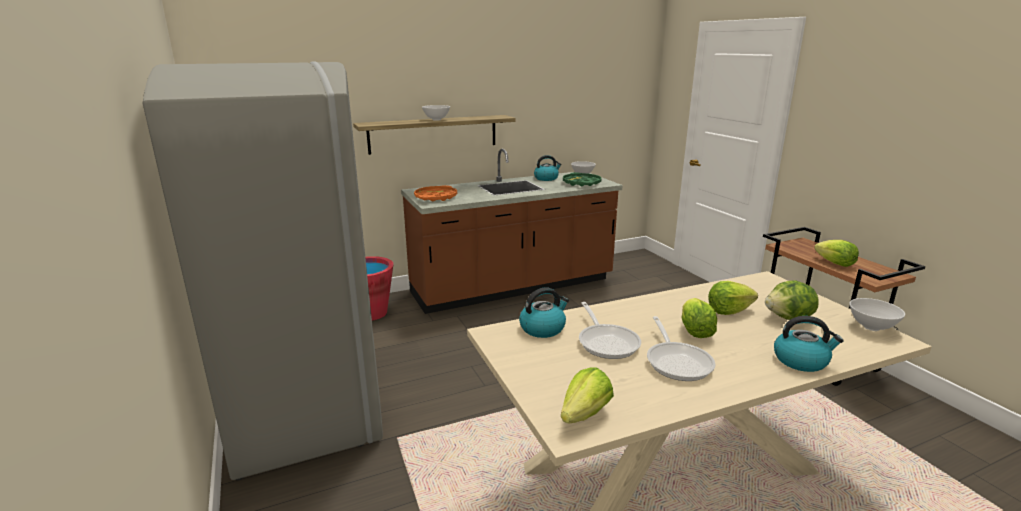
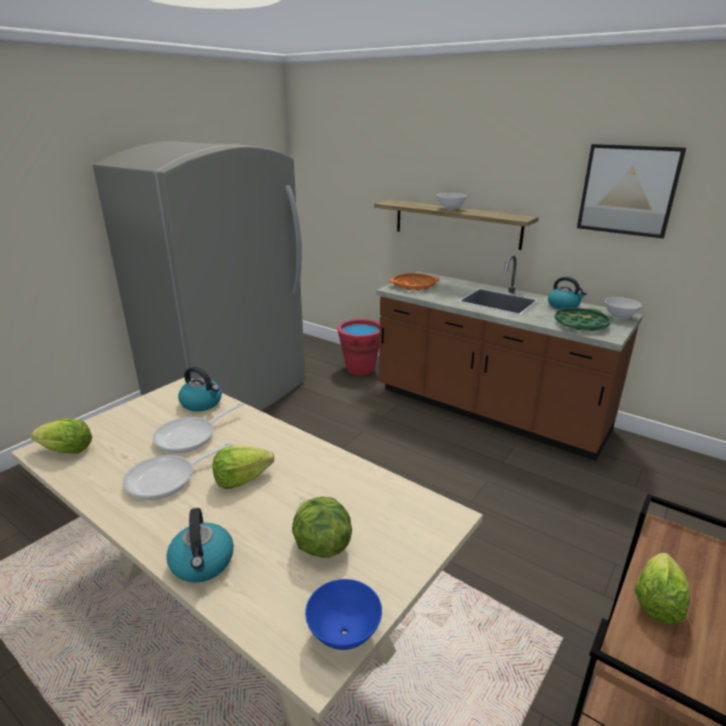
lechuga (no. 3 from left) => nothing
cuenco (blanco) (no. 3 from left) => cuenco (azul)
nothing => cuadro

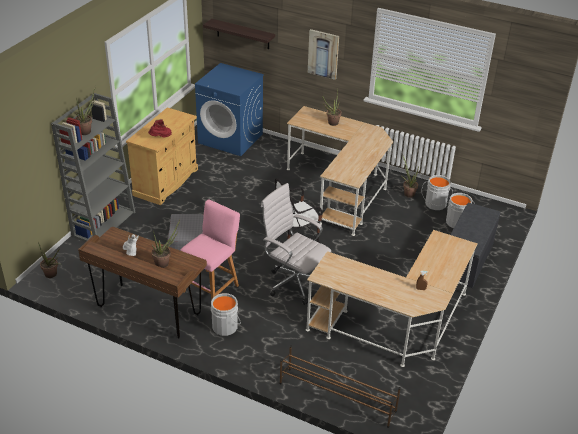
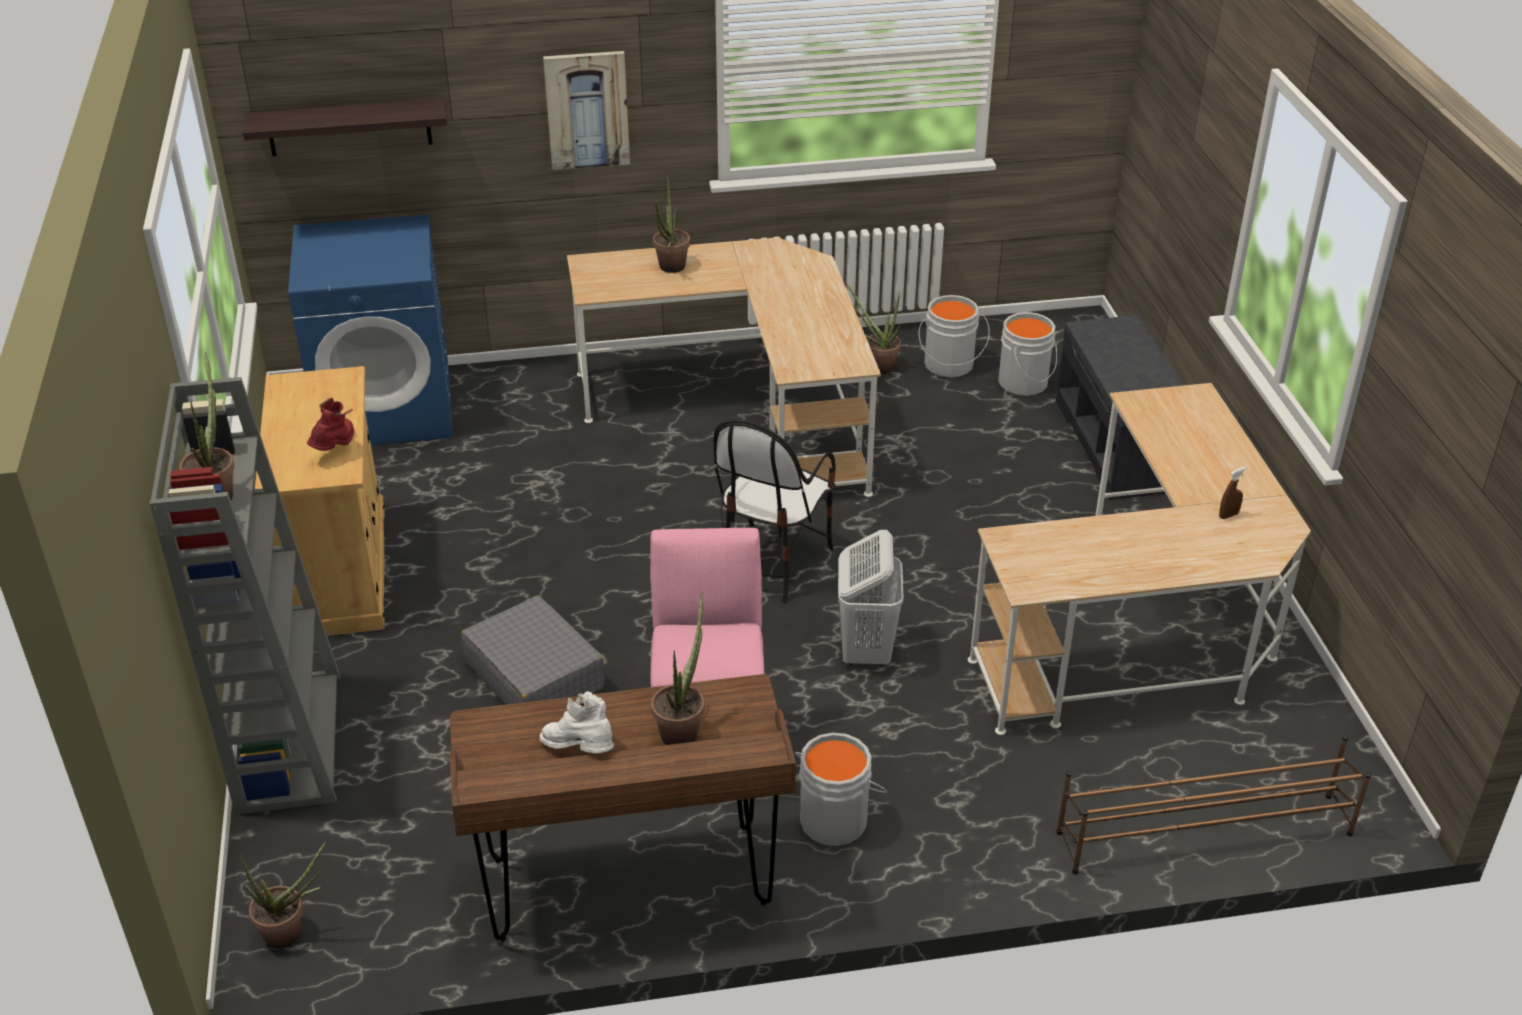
silla de oficina (blanco) => cesto de la ropa (blanco)

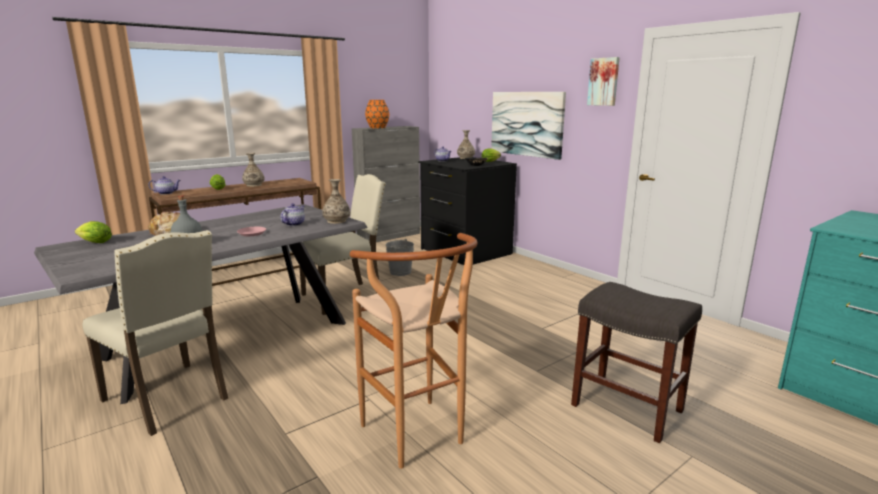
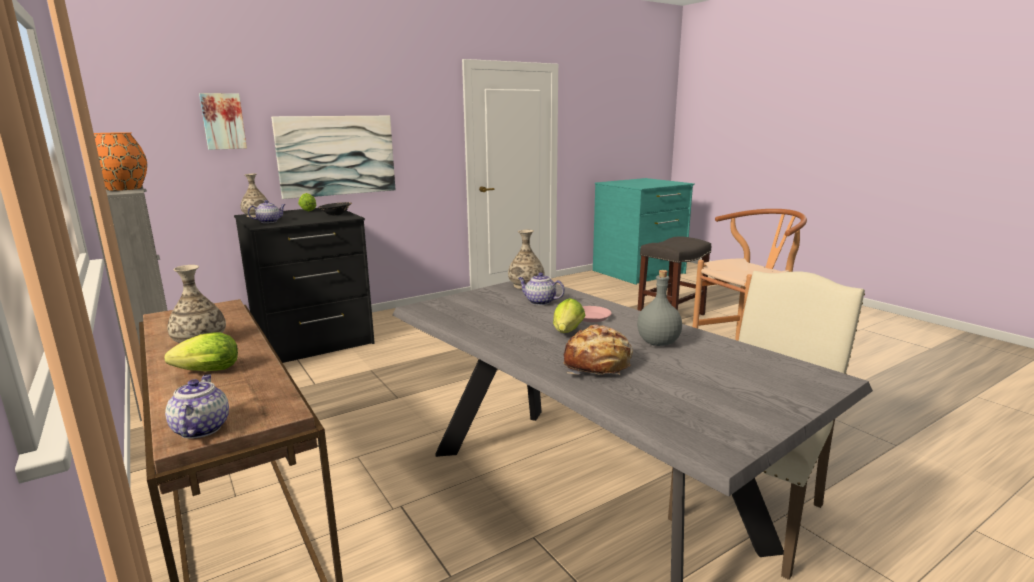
cuadro (no. 2 from left in the first image) => cuadro (no. 1 from left), relocated
silla (beis) (no. 2 from left) => nothing
lechuga (no. 1 from left in the first image) => lechuga (no. 3 from left), relocated
cubo (gris) => nothing

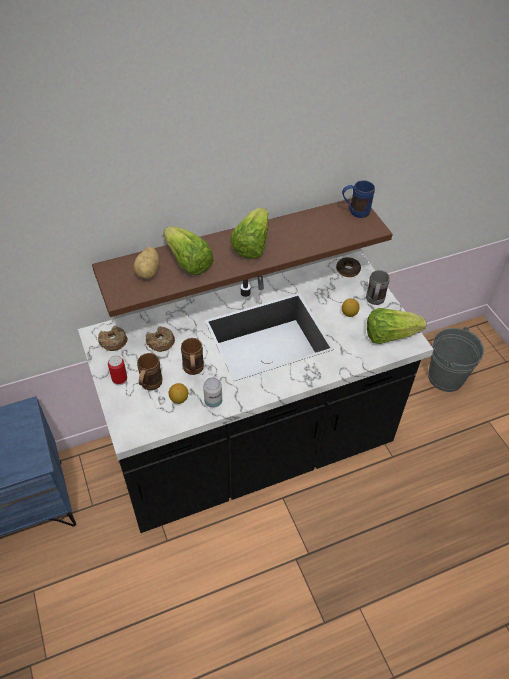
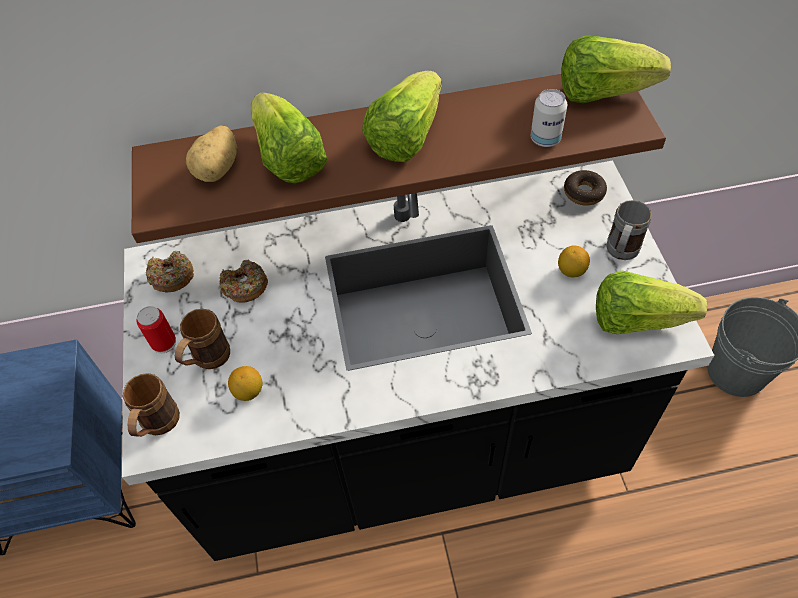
taza grande (azul) => lechuga (no. 3 from left)
taza grande (marrón) (no. 2 from left in the first image) => taza grande (marrón) (no. 1 from left), relocated
lata (no. 2 from left), relocated

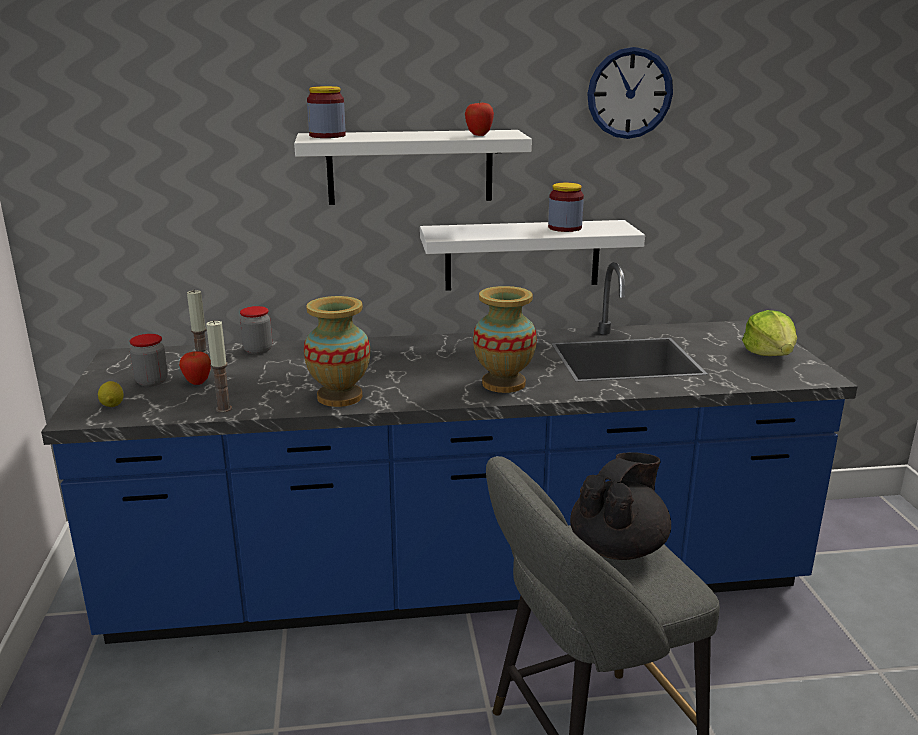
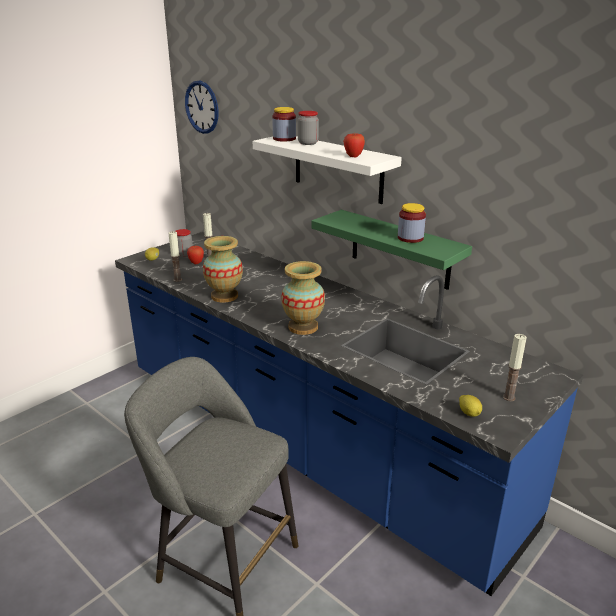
reloj de pared, relocated
estante (blanco) (no. 2 from left) => estante (verde)
tarro (no. 2 from left in the first image) => tarro (no. 3 from left), relocated
lechuga => vela (no. 3 from left)
tetera (negro) => nothing
nothing => limón (no. 2 from left)

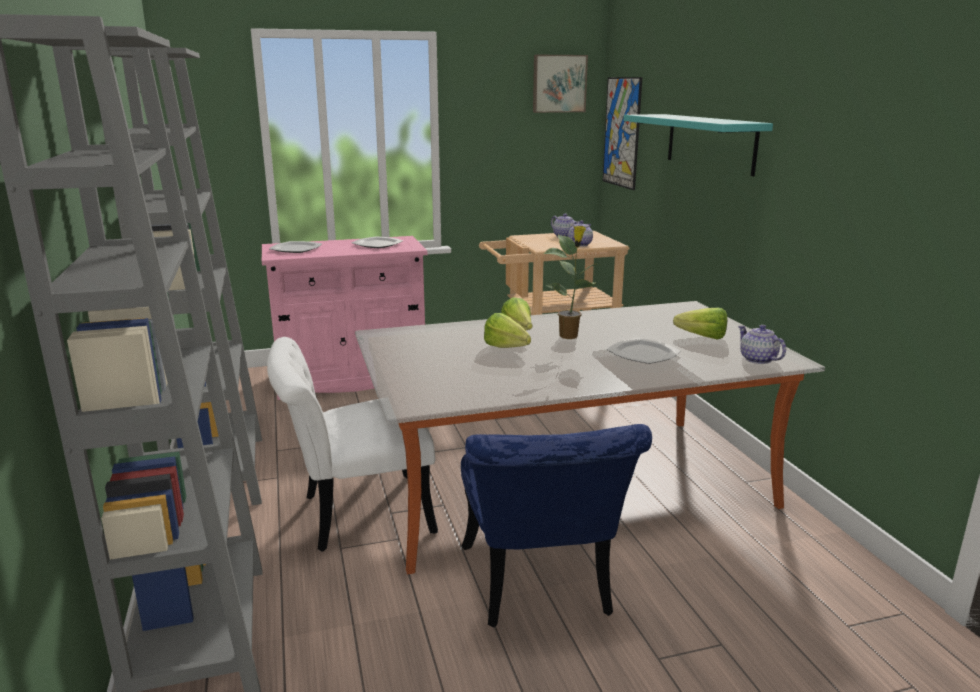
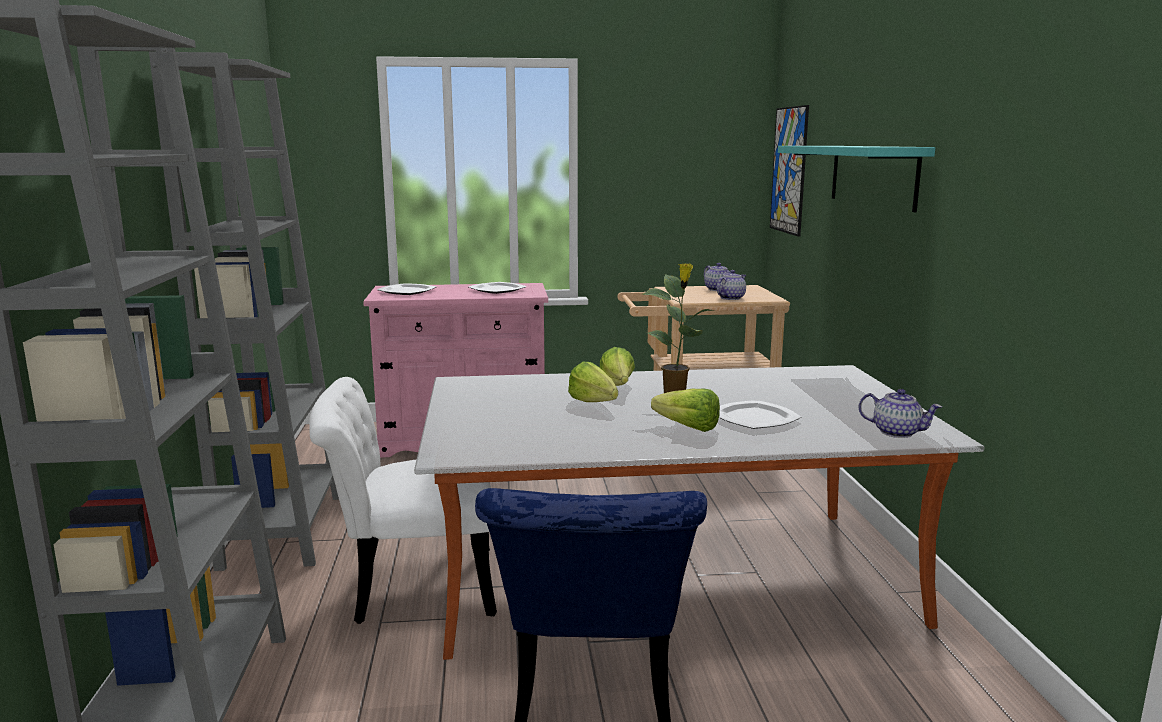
cuadro (no. 1 from left) => nothing
lechuga (no. 3 from left), relocated
tetera (no. 3 from left), 135 degrees clockwise

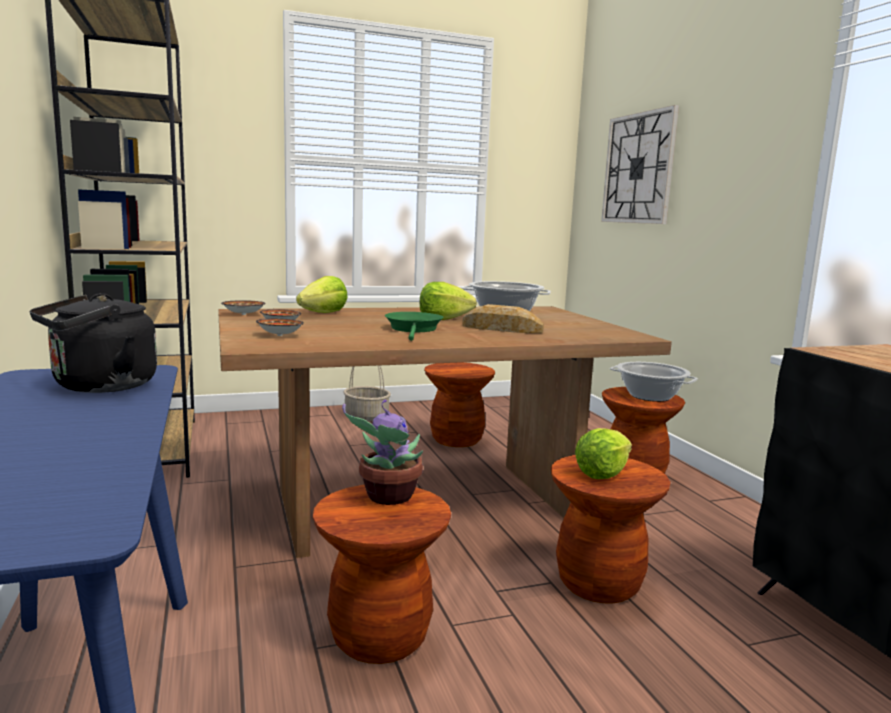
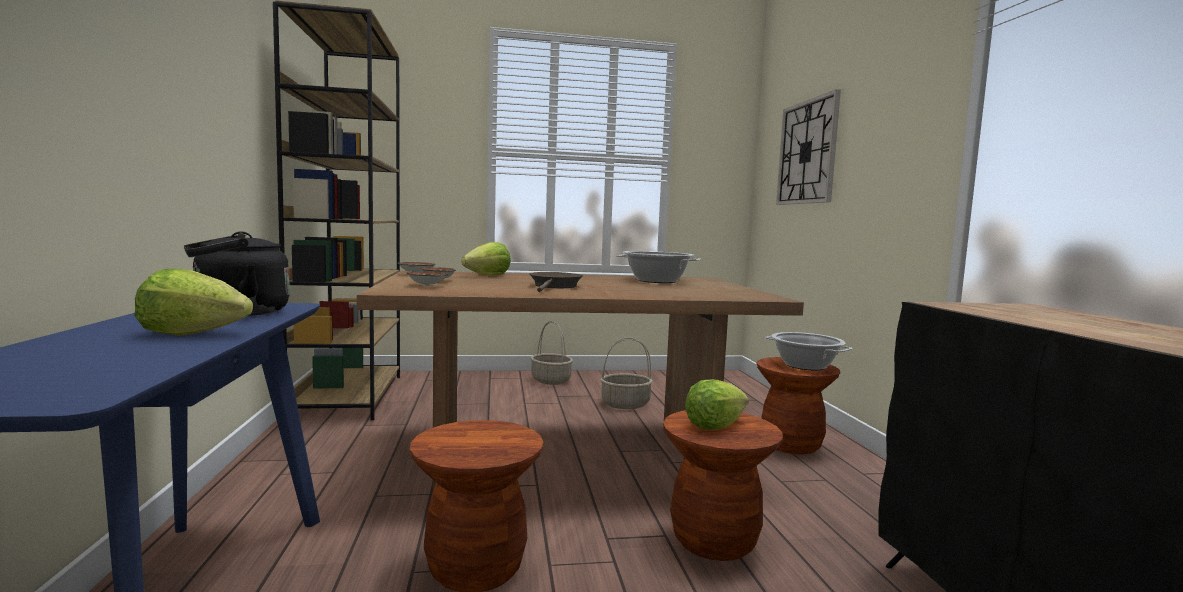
lechuga (no. 2 from left in the first image) => lechuga (no. 1 from left), relocated
pan => nothing
sartén (verde) => sartén (marrón)
taburete (marrón) (no. 2 from left) => cesta (no. 2 from left)
planta en maceta => nothing

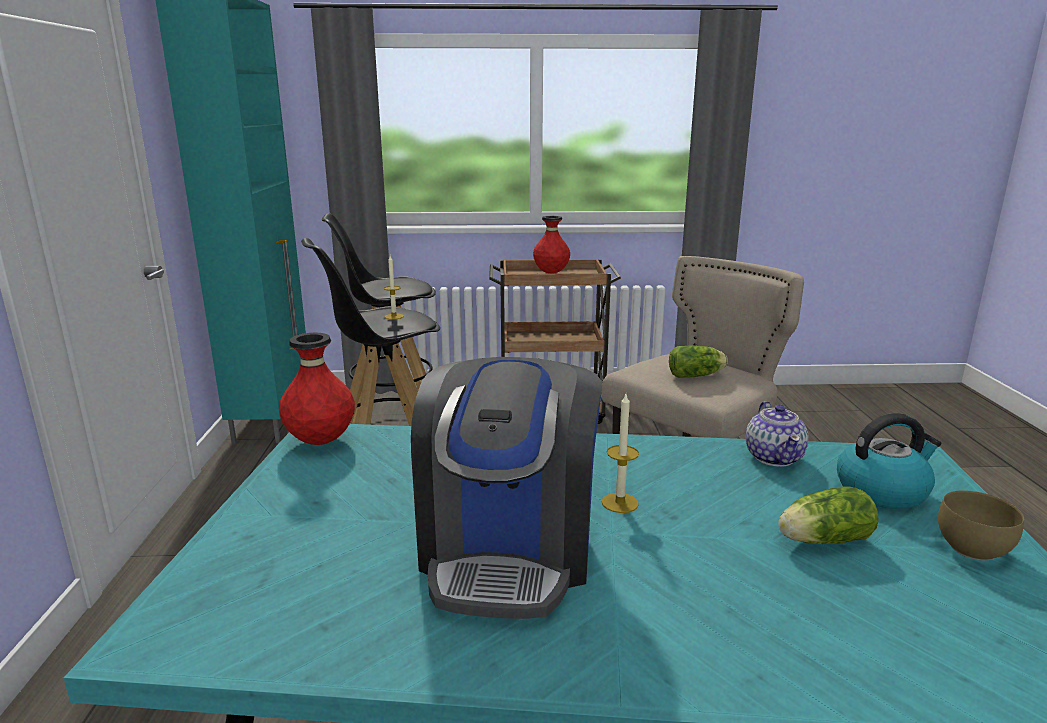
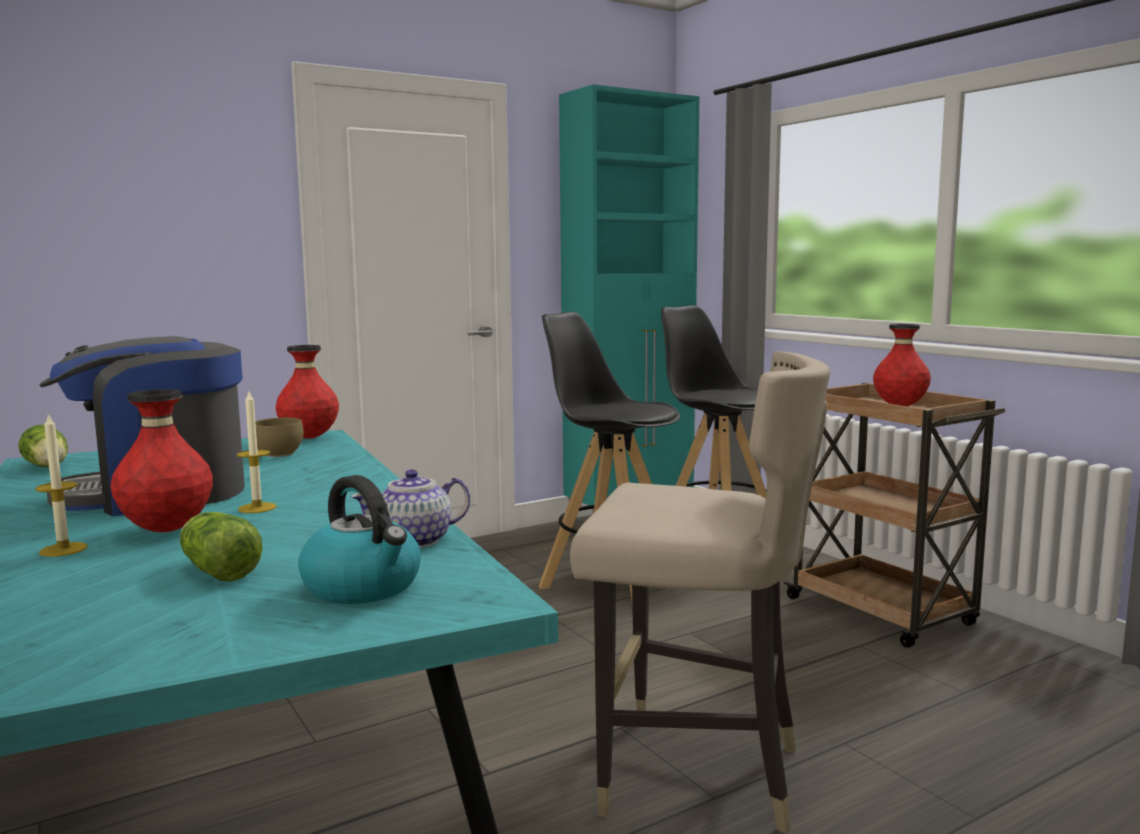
vela (no. 1 from left), relocated
lechuga (no. 1 from left), relocated
cuenco (marrón), relocated
nothing => florero (rojo) (no. 1 from left)

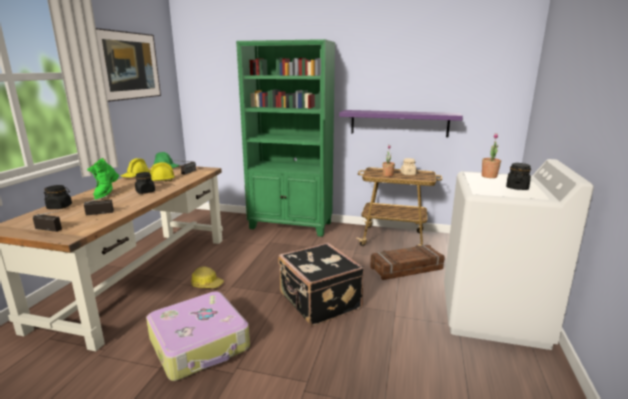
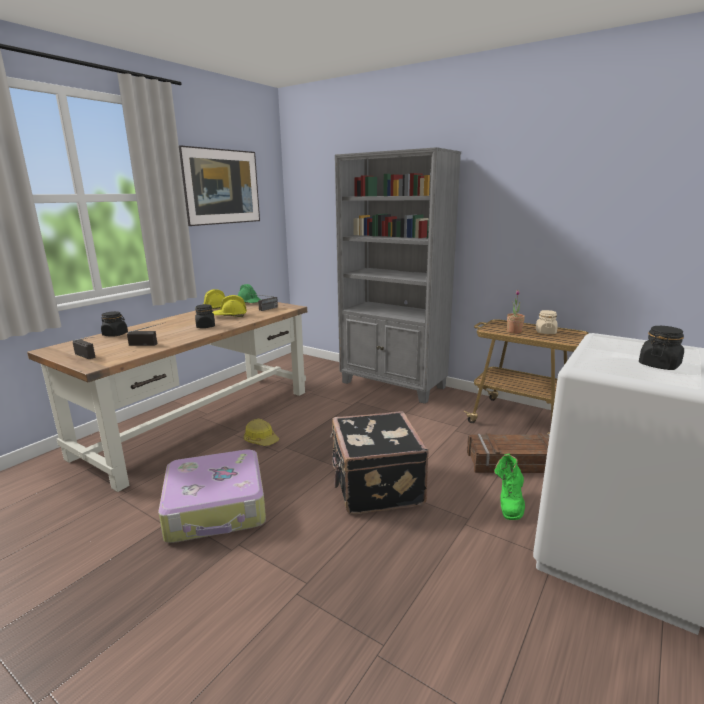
estantería (verde) => estantería (gris)
estante (morado) => nothing
planta en maceta (no. 2 from left) => nothing
bota (verde), relocated

